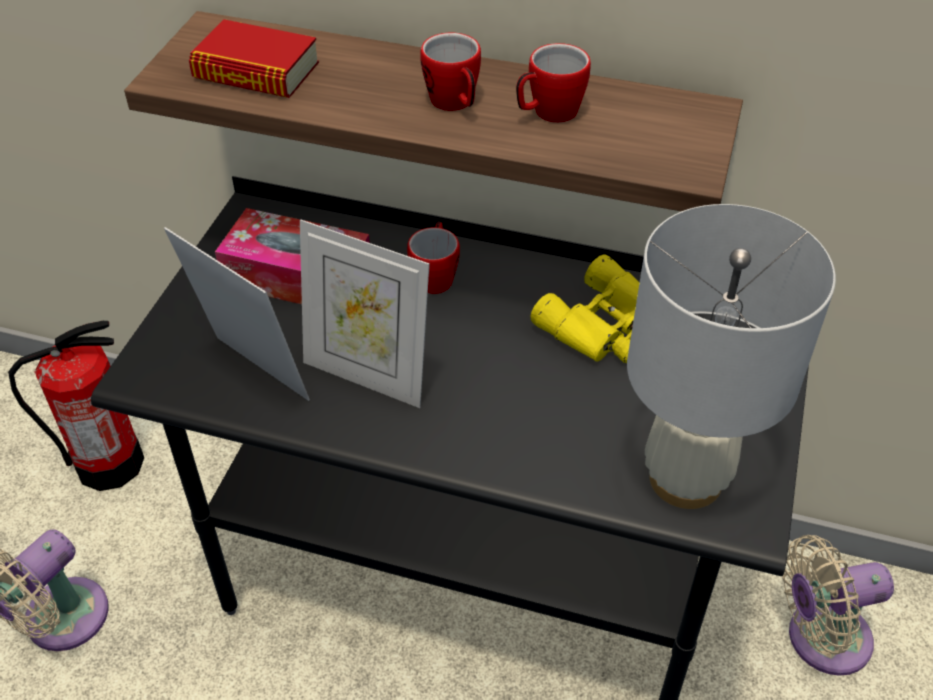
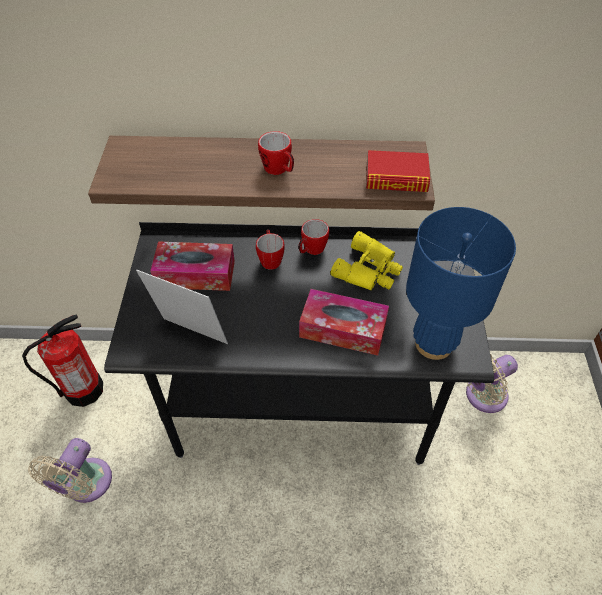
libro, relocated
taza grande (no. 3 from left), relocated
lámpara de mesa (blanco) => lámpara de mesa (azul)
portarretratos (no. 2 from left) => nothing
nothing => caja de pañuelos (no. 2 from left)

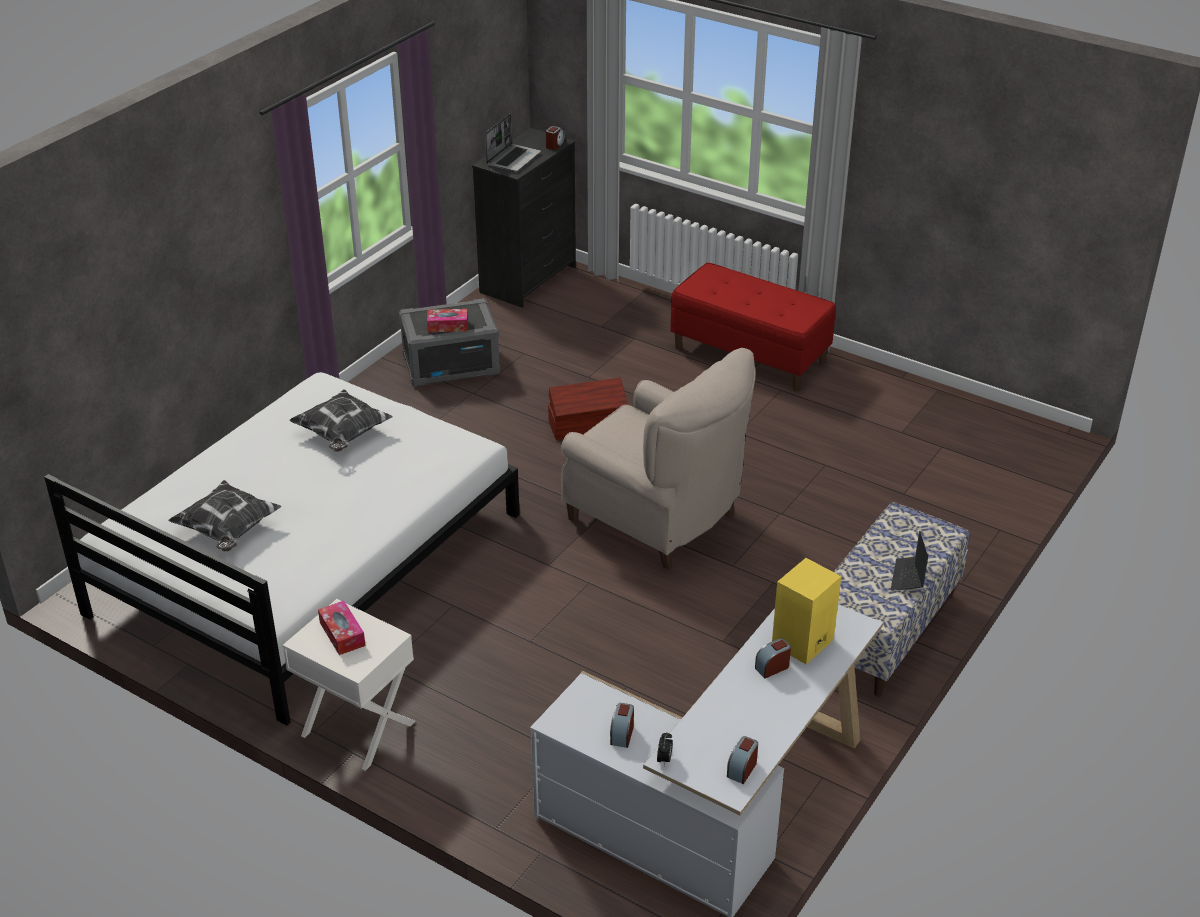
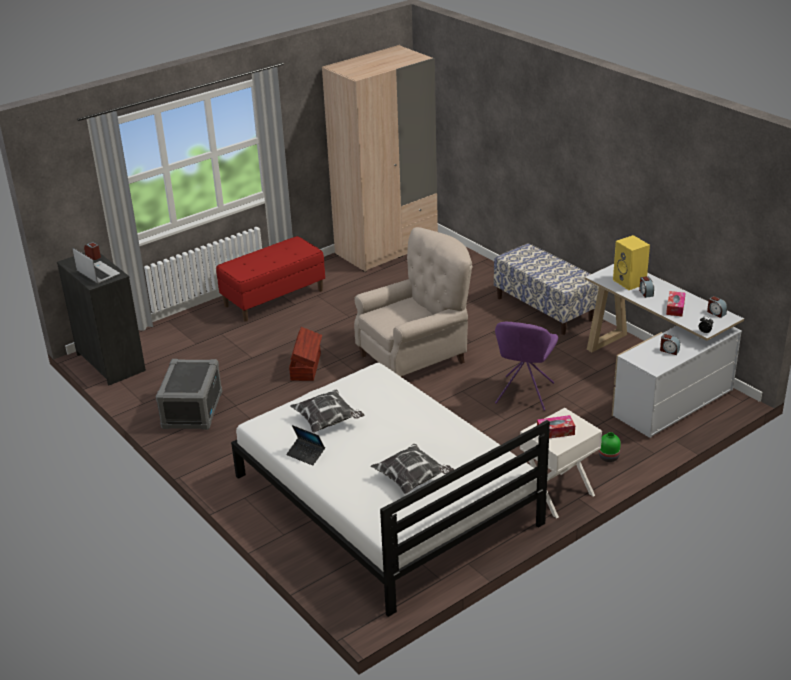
caja de pañuelos (no. 2 from left), relocated
portátil (no. 2 from left), relocated
nothing => armario ropero (beis)
nothing => silla (morado)
nothing => florero (verde)

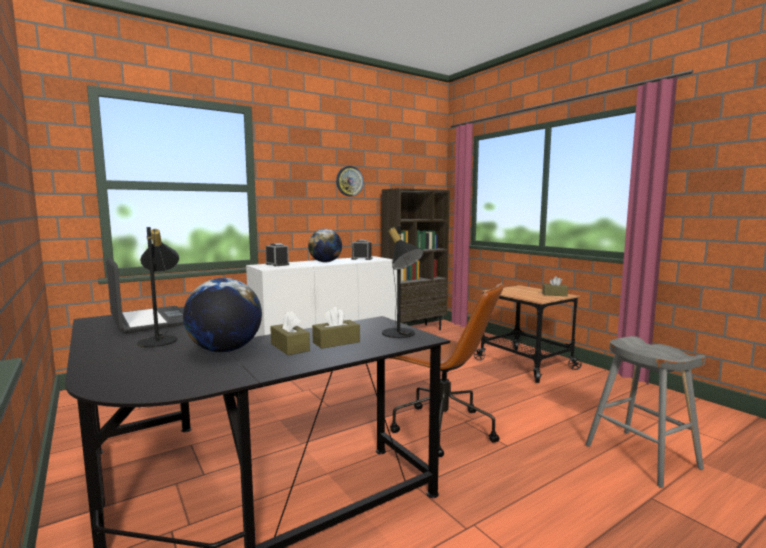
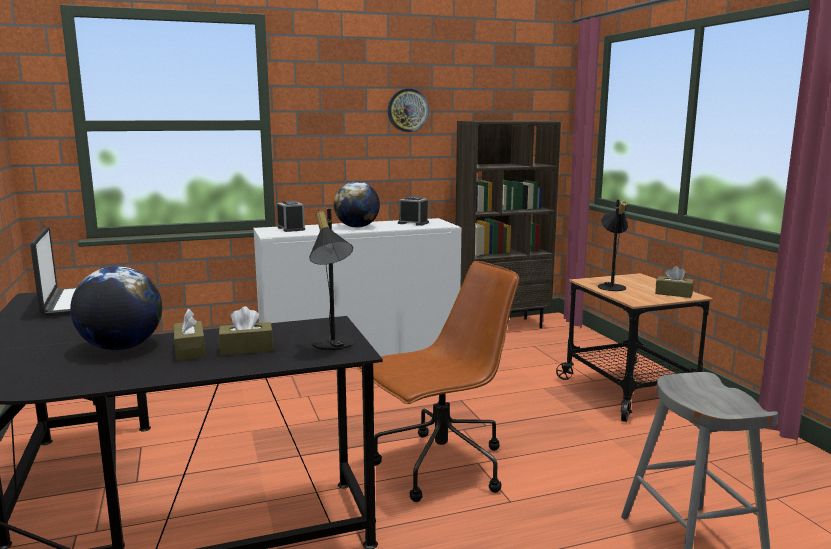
lámpara de mesa (negro) (no. 1 from left in the first image) => lámpara de mesa (negro) (no. 2 from left), relocated
silla de oficina (marrón), 75 degrees counterclockwise

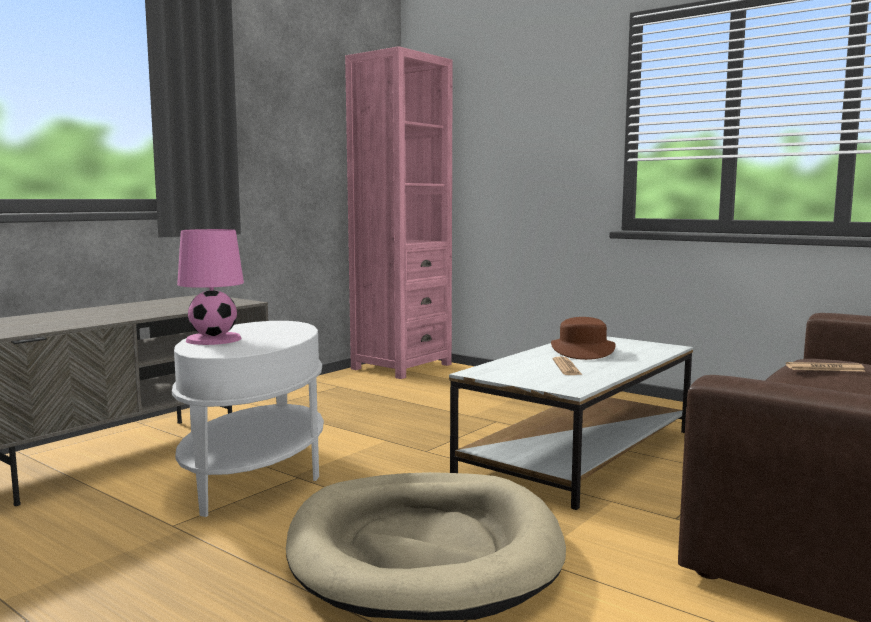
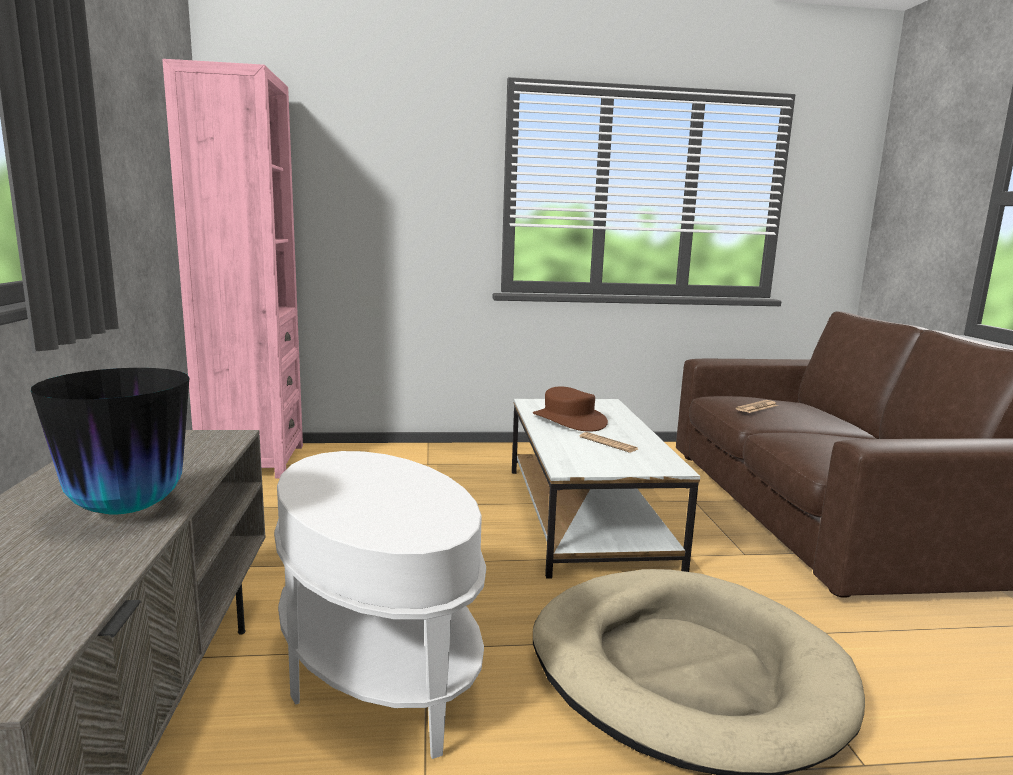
lámpara de mesa (rosa) => nothing
nothing => florero

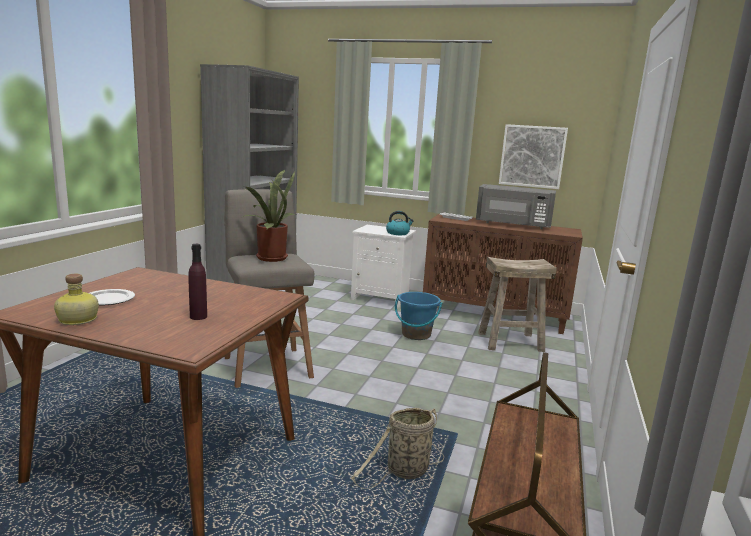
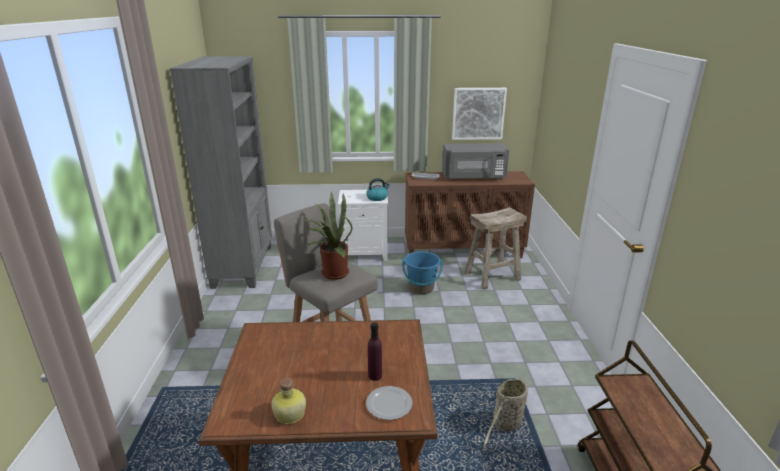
plato, relocated

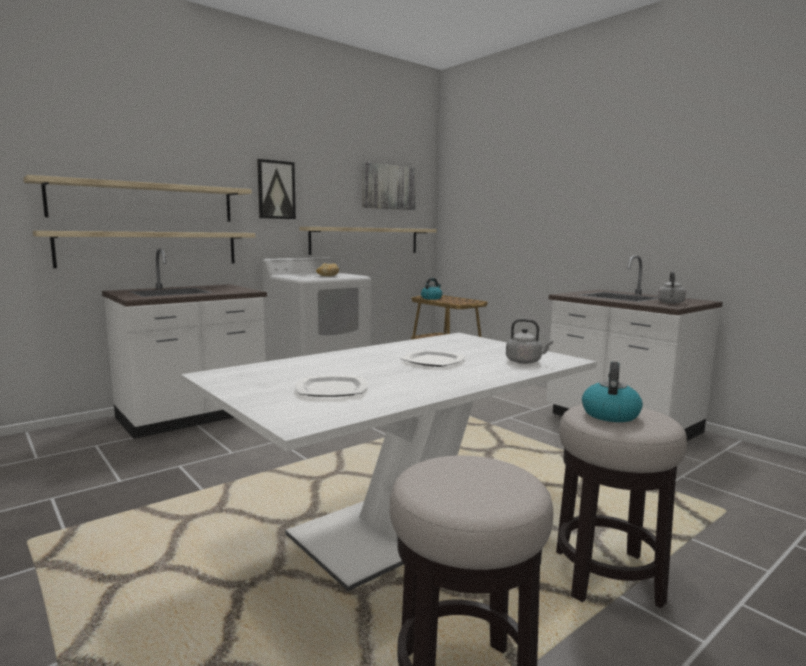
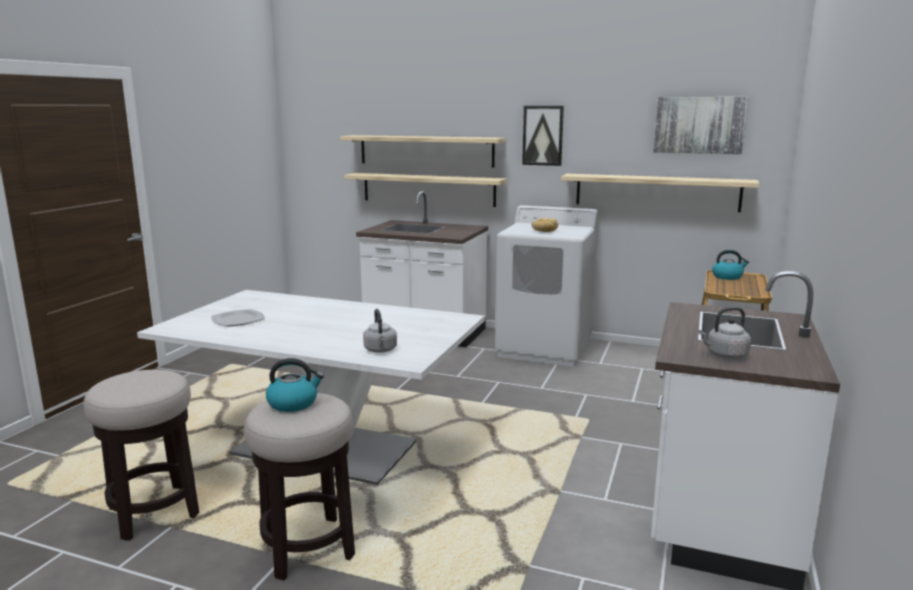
plato (no. 2 from left) => nothing

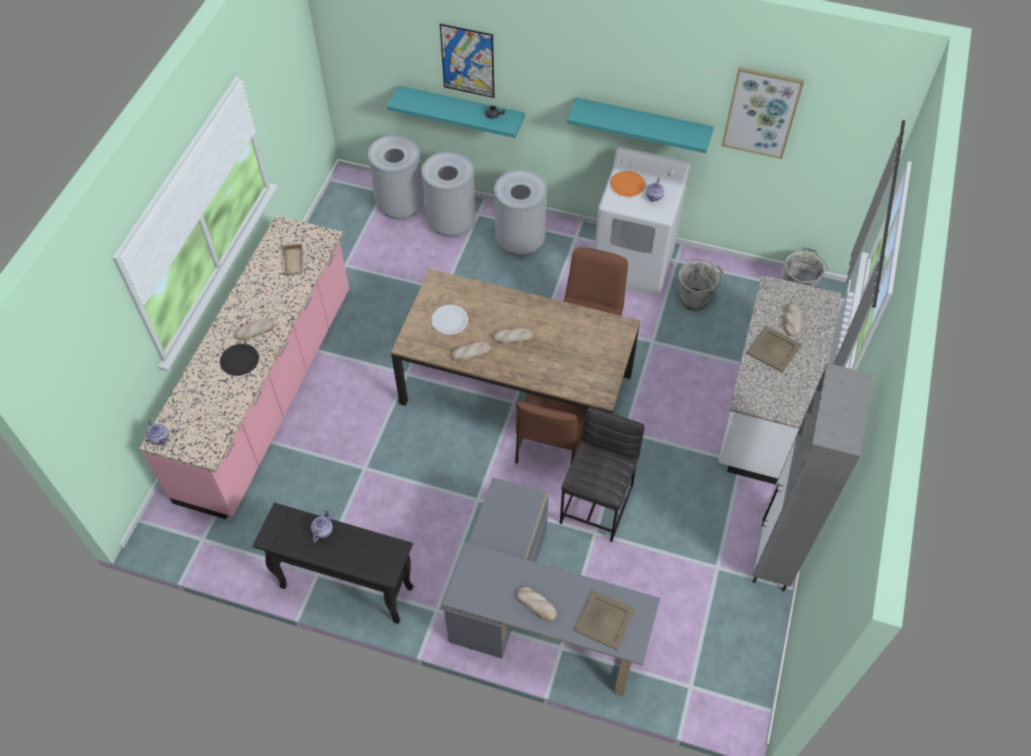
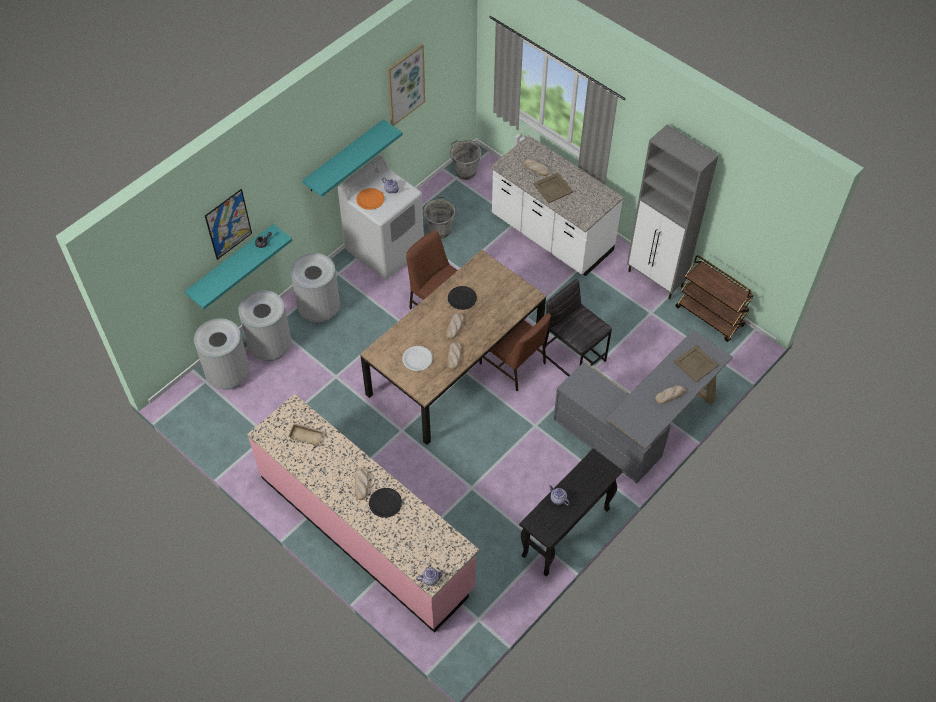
nothing => carrito (marrón)
nothing => plato (negro) (no. 2 from left)

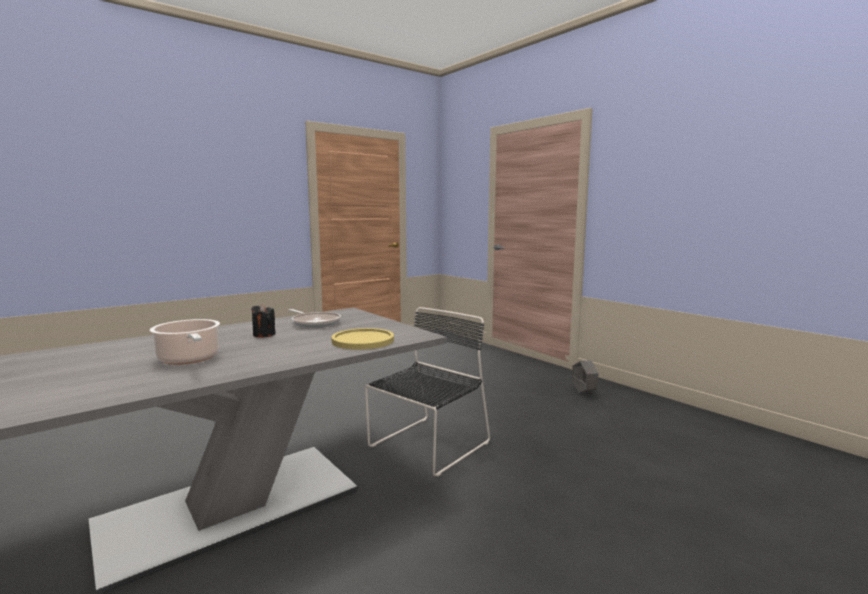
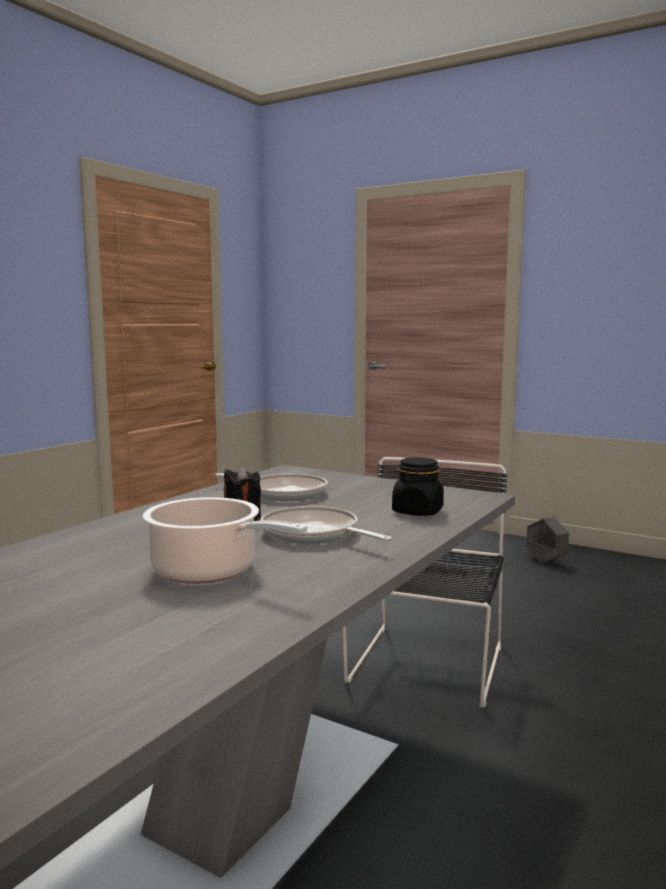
plato (amarillo) => tarro (negro)
nothing => sartén (no. 2 from left)

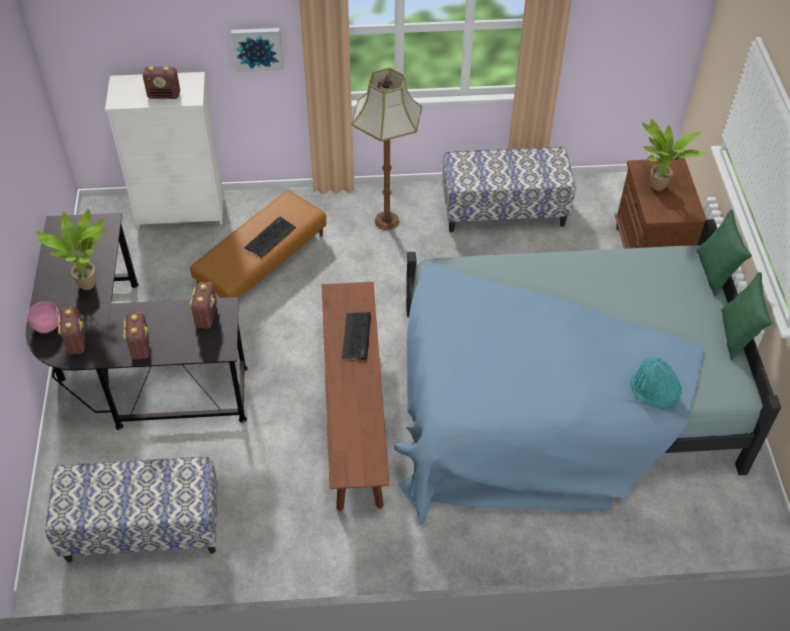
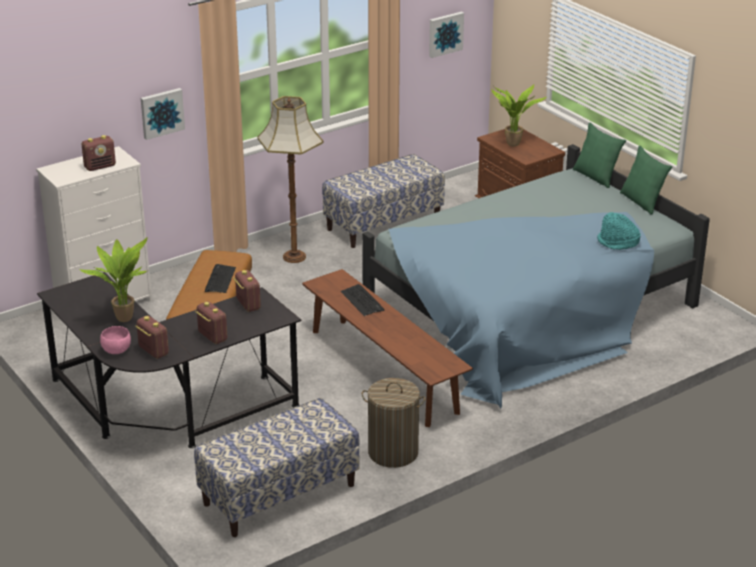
nothing => cuadro (no. 2 from left)
nothing => cesto de la ropa

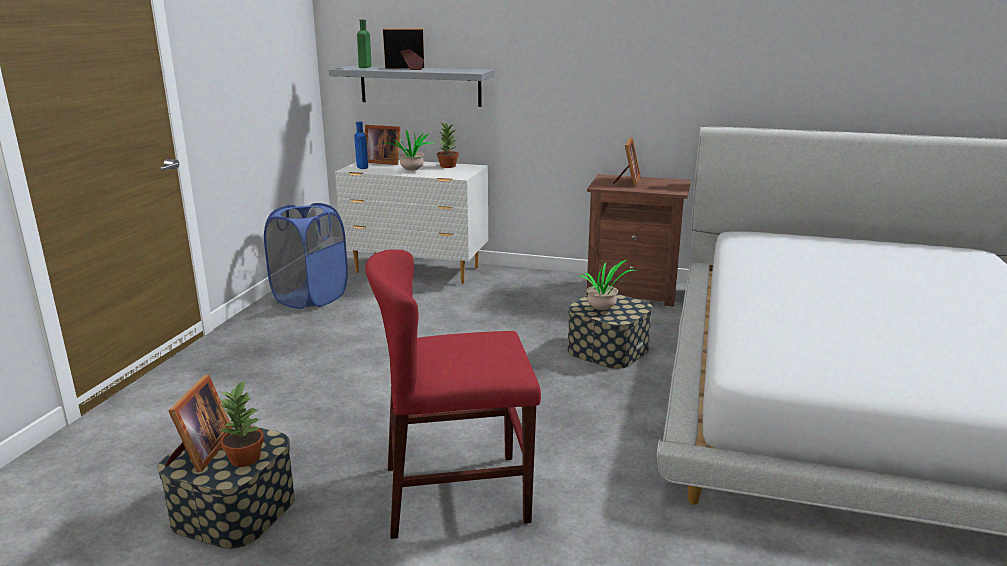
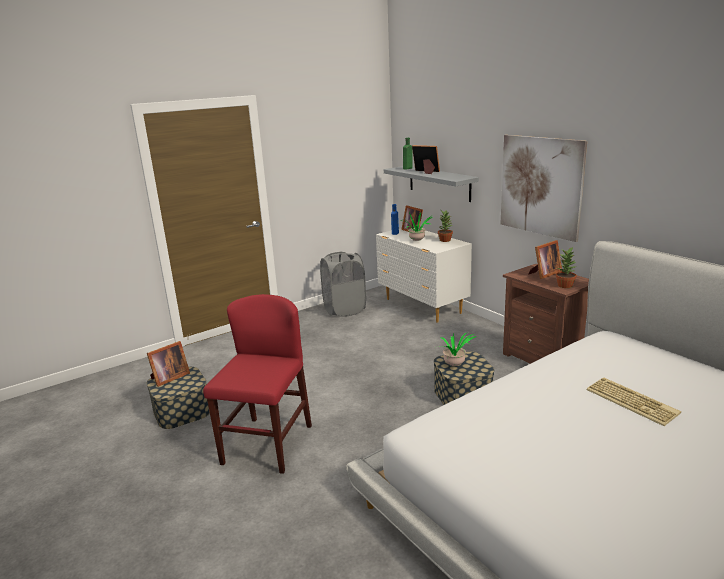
cesto de la ropa (azul) => cesto de la ropa (gris)
silla (rojo), 75 degrees clockwise
planta en maceta (no. 1 from left in the first image) => planta en maceta (no. 4 from left), relocated
nothing => cuadro
nothing => teclado

